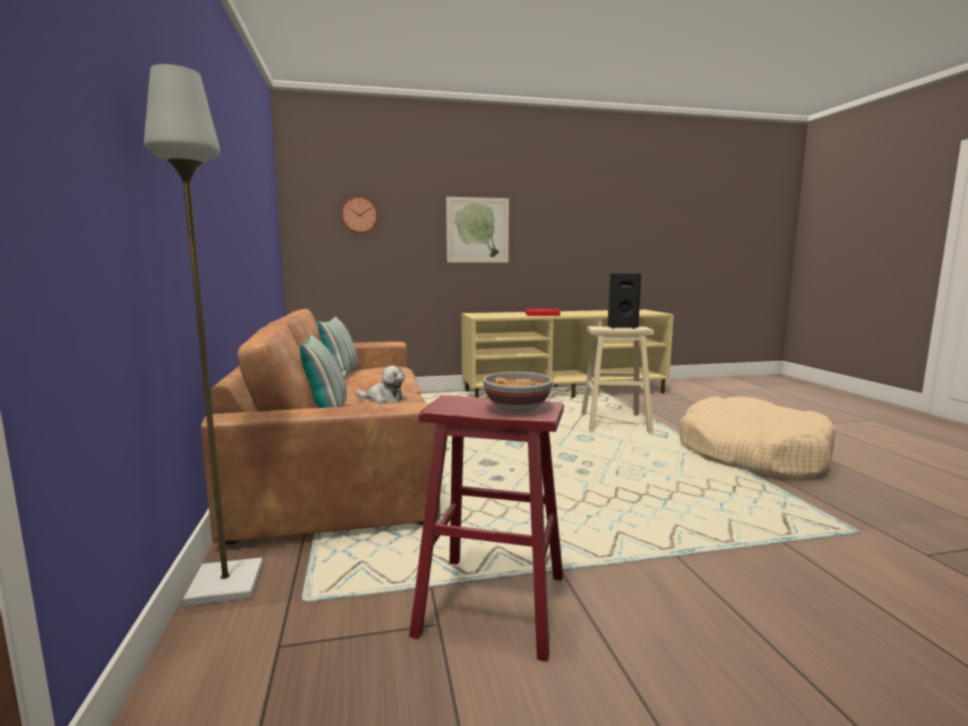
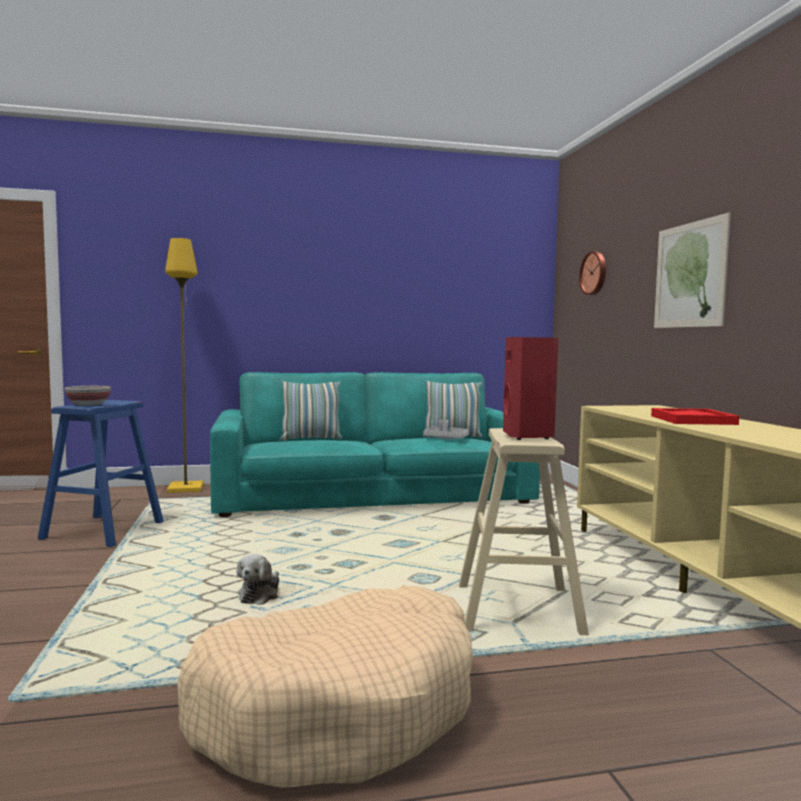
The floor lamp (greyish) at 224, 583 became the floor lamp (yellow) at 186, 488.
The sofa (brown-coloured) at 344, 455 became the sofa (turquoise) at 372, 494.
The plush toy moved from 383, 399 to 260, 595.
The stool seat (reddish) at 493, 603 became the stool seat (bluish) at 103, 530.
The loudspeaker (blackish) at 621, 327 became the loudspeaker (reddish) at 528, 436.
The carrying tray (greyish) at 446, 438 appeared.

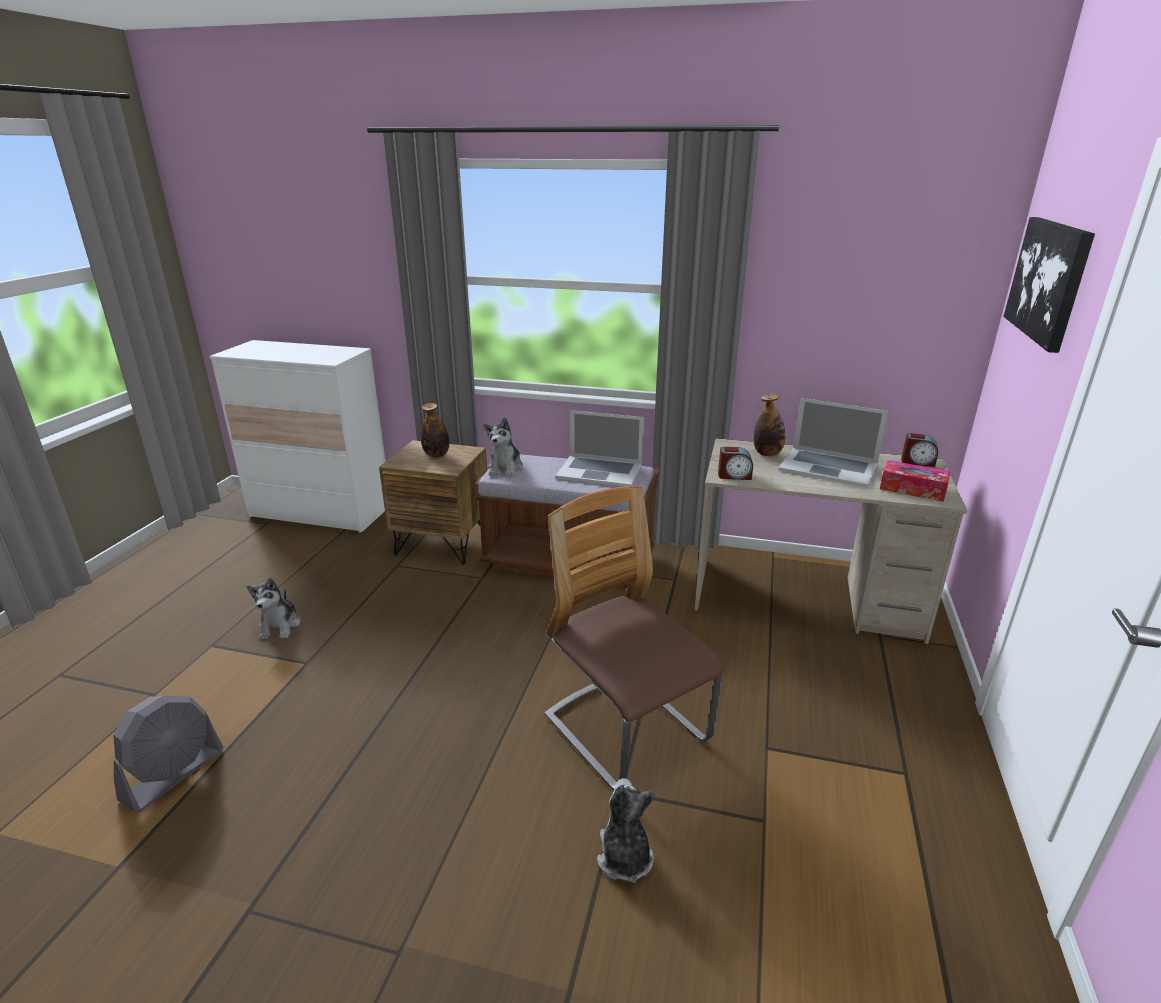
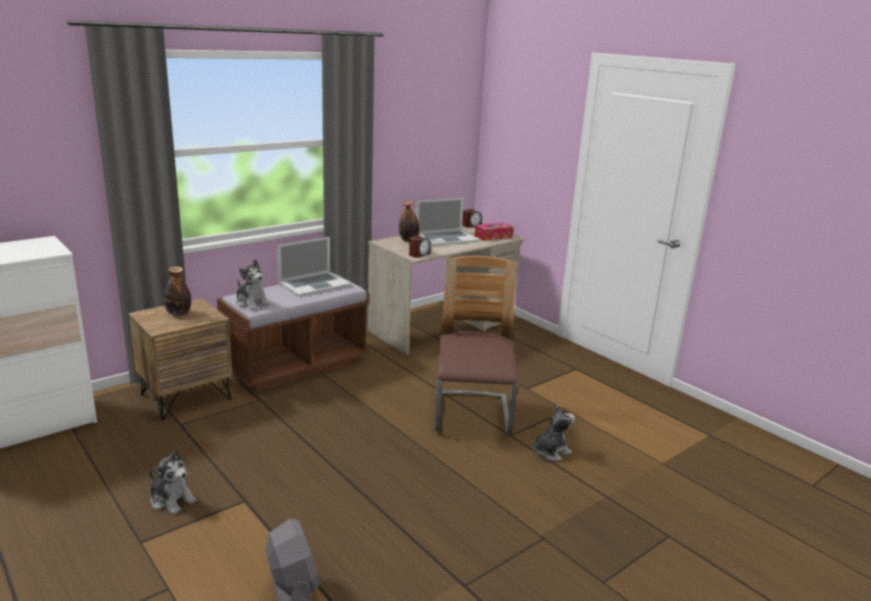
The upright chair at 626, 730 turned 90 degrees clockwise.
The plush toy at 624, 857 turned 120 degrees clockwise.
The wall art at 1048, 280 disappeared.

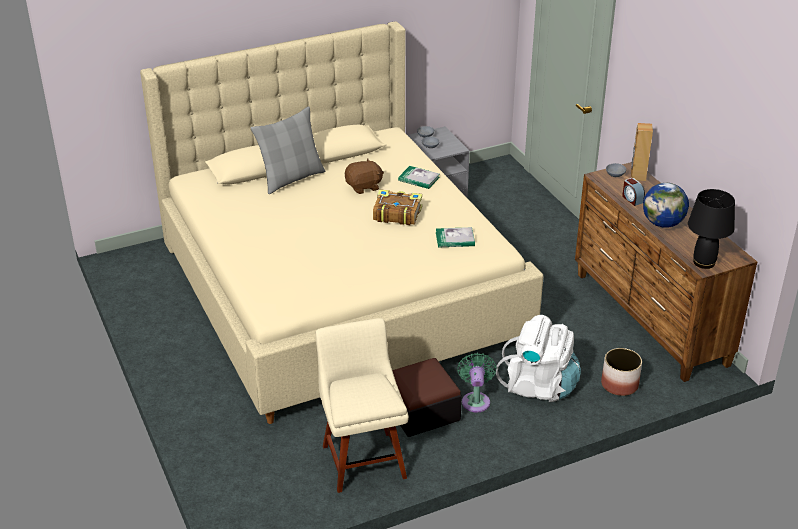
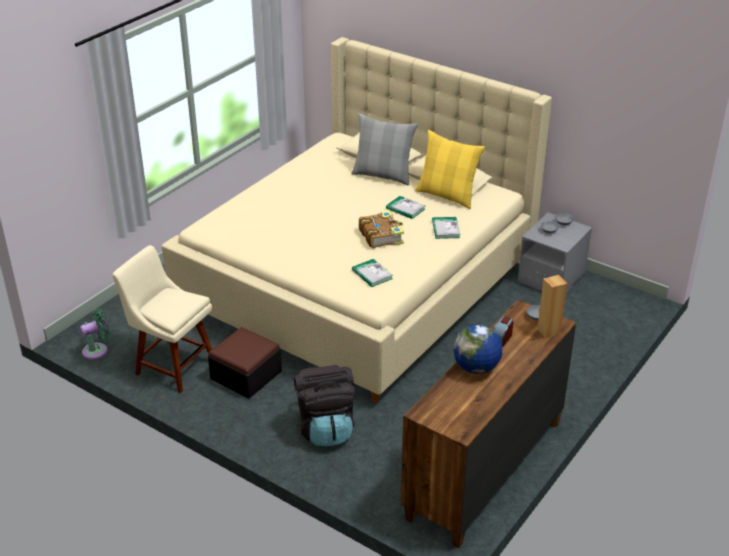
The upright chair (sand-coloured) at 363, 458 turned 105 degrees counterclockwise.
The plush toy (brown-coloured) at 364, 187 was replaced by the book at 405, 209.
The cooling fan (greenish) moved from 476, 400 to 97, 350.
The rucksack (white) at 539, 386 became the rucksack (blackish) at 326, 428.
The planter at 620, 385 disappeared.
The tabletop lamp (blackish) at 703, 262 disappeared.
The cushion (yellow) at 447, 195 appeared.

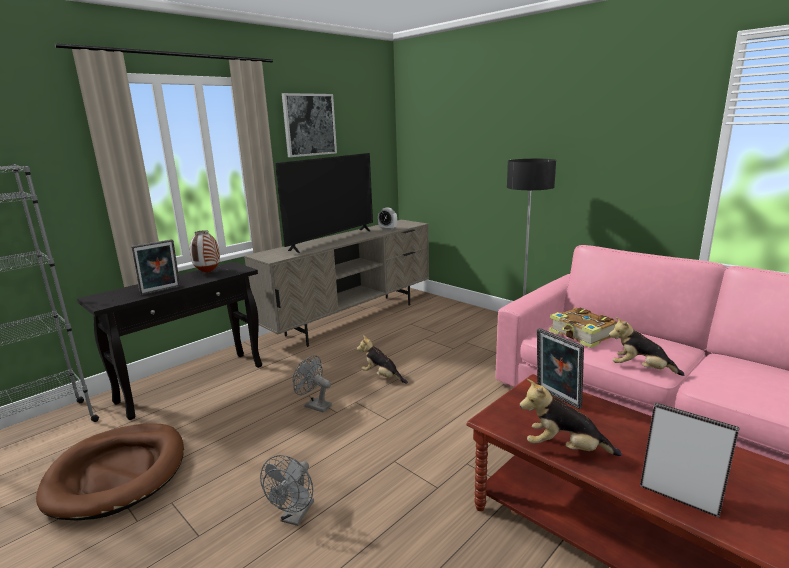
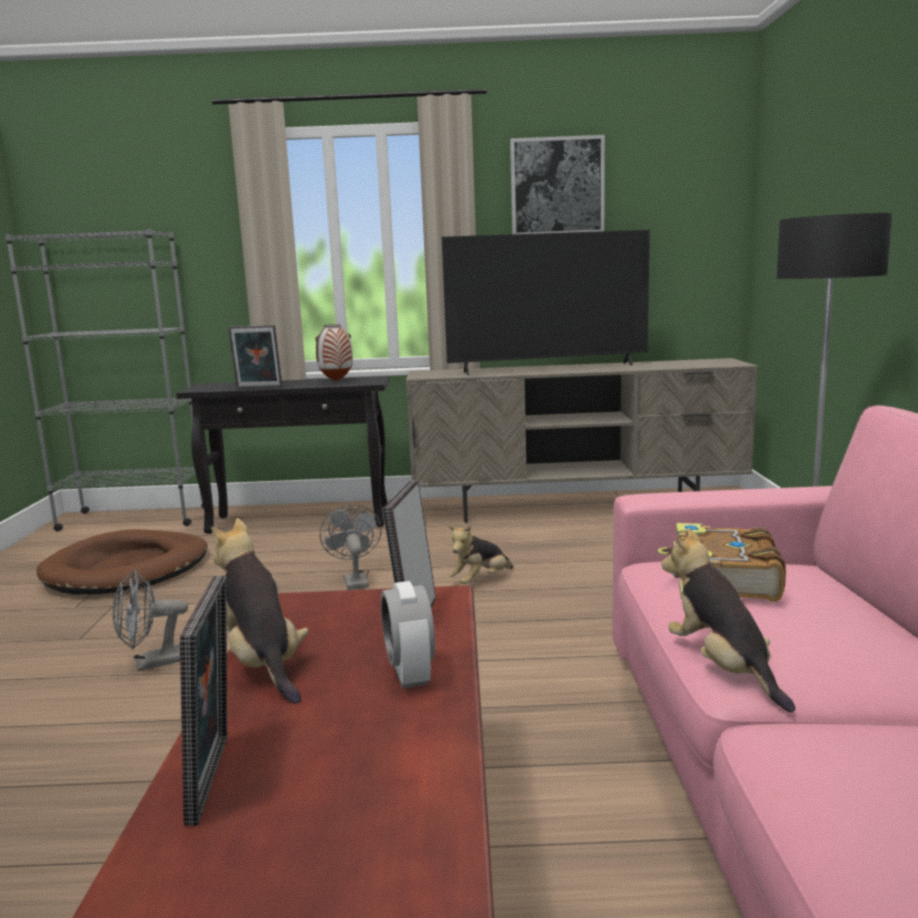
The plush toy at 382, 377 turned 120 degrees counterclockwise.
The table clock moved from 387, 229 to 410, 674.

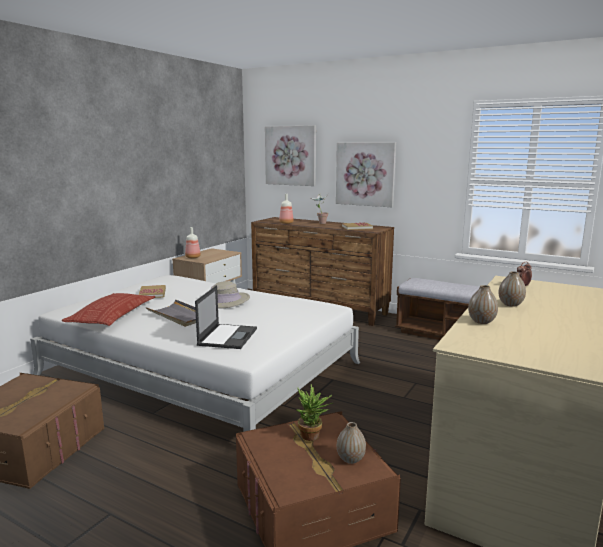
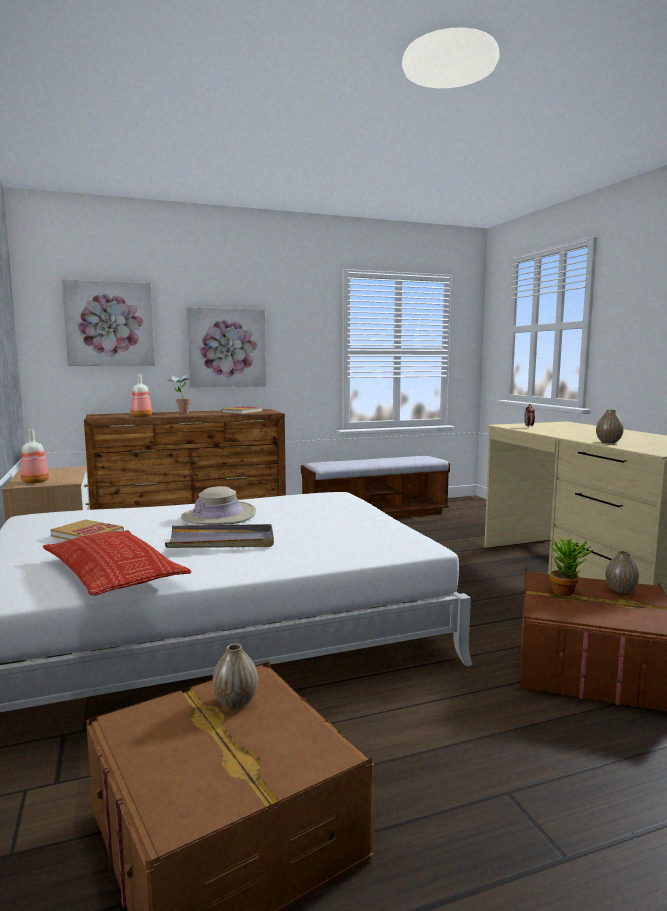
The laptop at 228, 336 disappeared.
The flower vase moved from 510, 304 to 235, 702.

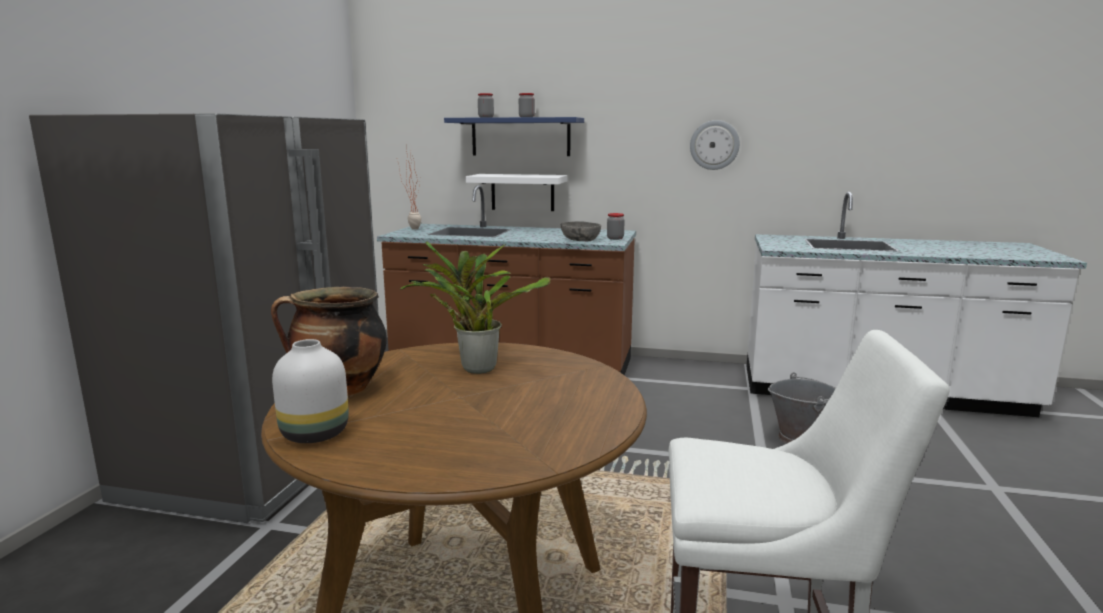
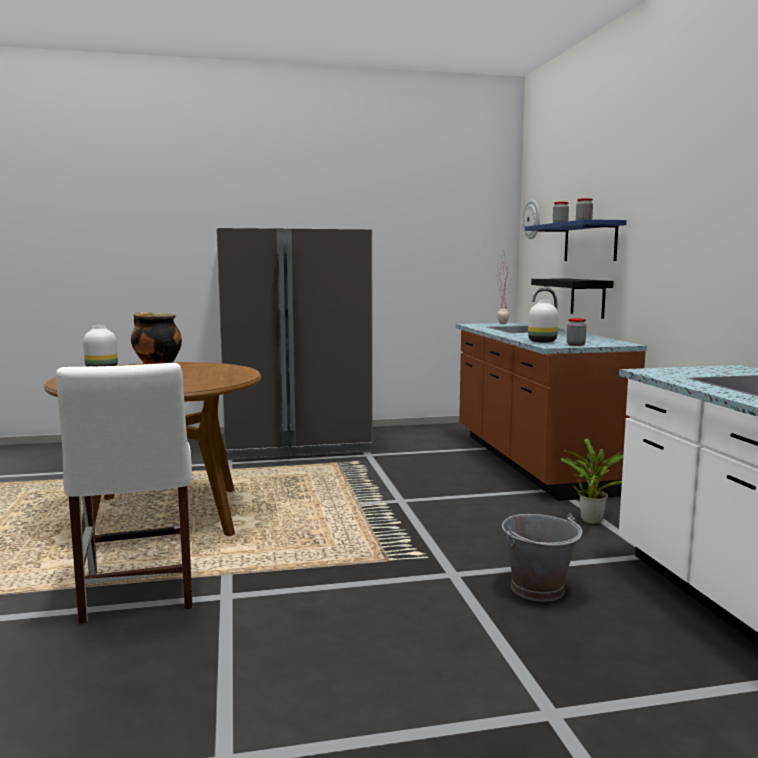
The potted plant moved from 475, 368 to 591, 520.
The shelf (white) at 522, 192 became the shelf (blackish) at 588, 297.
The deep dish (greyish) at 580, 240 was replaced by the flower vase (white) at 542, 342.
The clock on the wall moved from 714, 145 to 532, 219.

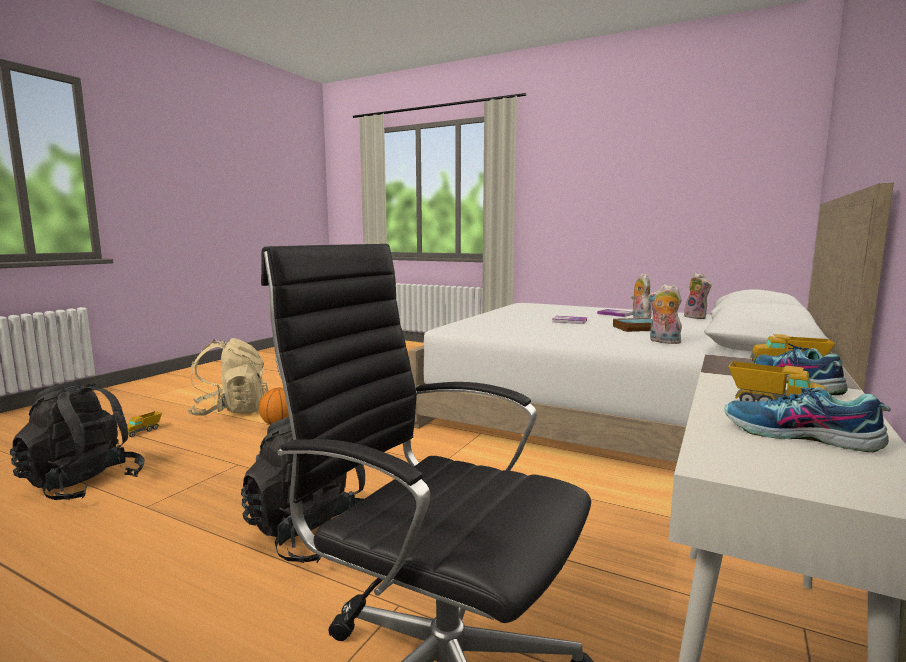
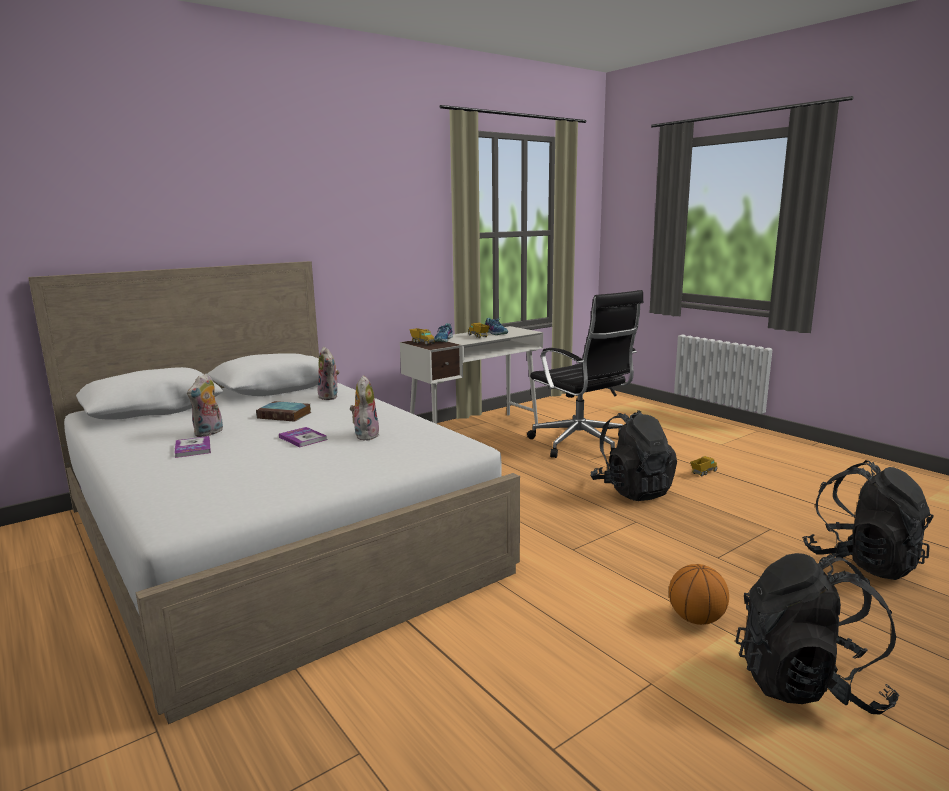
The toy lorry moved from 143, 431 to 703, 473.
The rucksack (sand-coloured) at 230, 411 became the rucksack (blackish) at 808, 684.
The plush toy moved from 696, 317 to 365, 435.

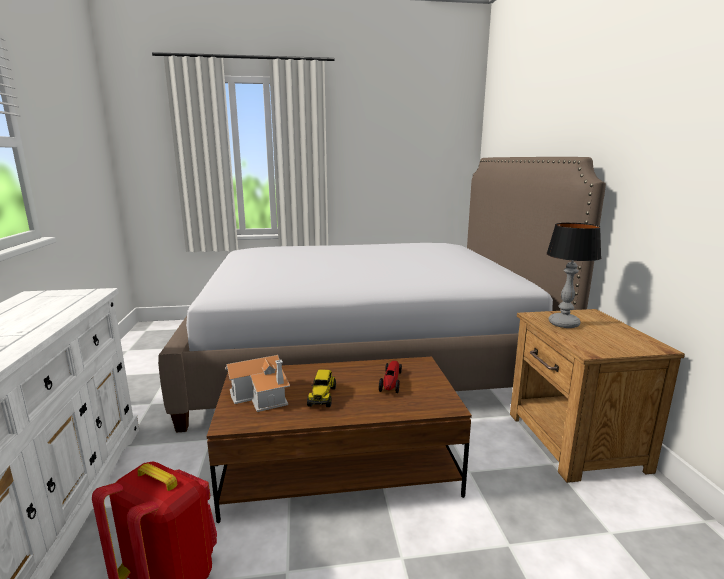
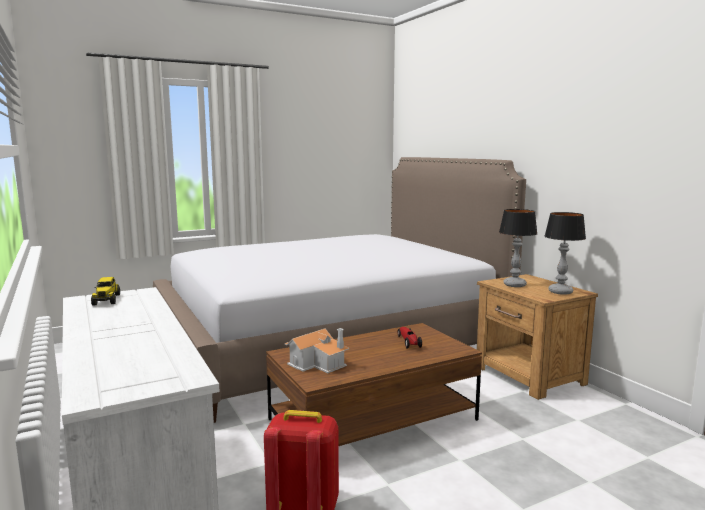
The toy lorry moved from 322, 396 to 106, 300.
The tabletop lamp at 561, 292 appeared.

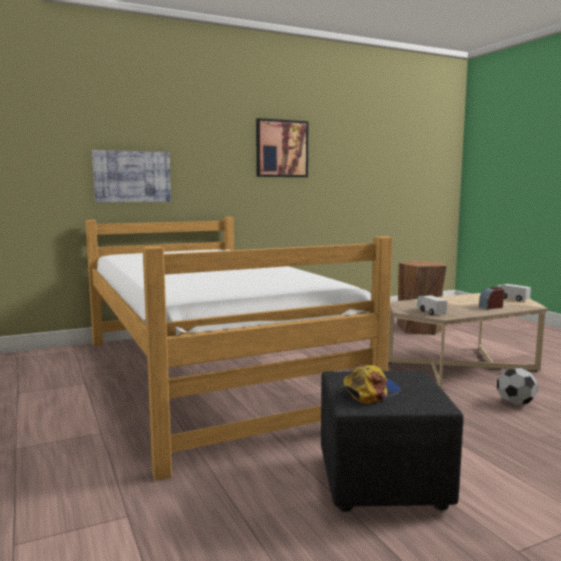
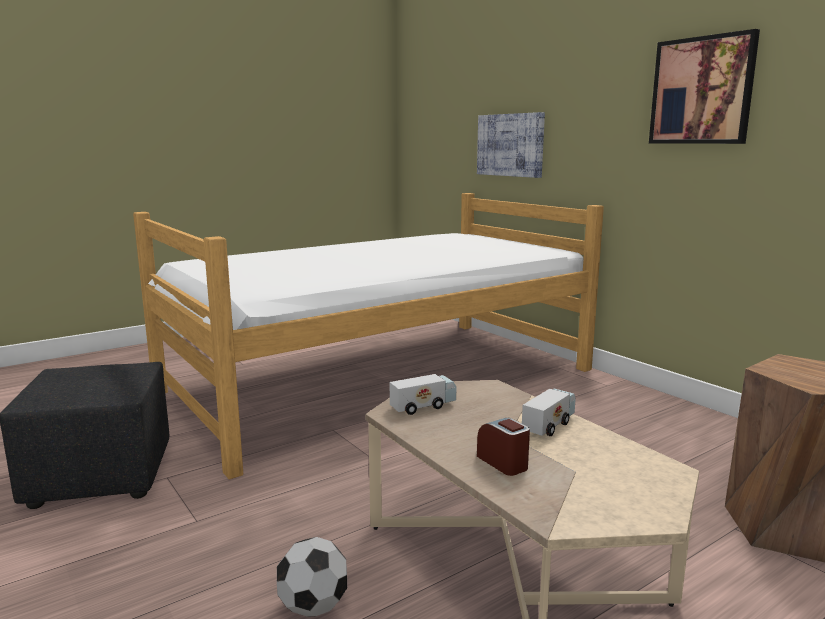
The baseball cap at 371, 392 disappeared.
The toy lorry moved from 511, 298 to 548, 424.

